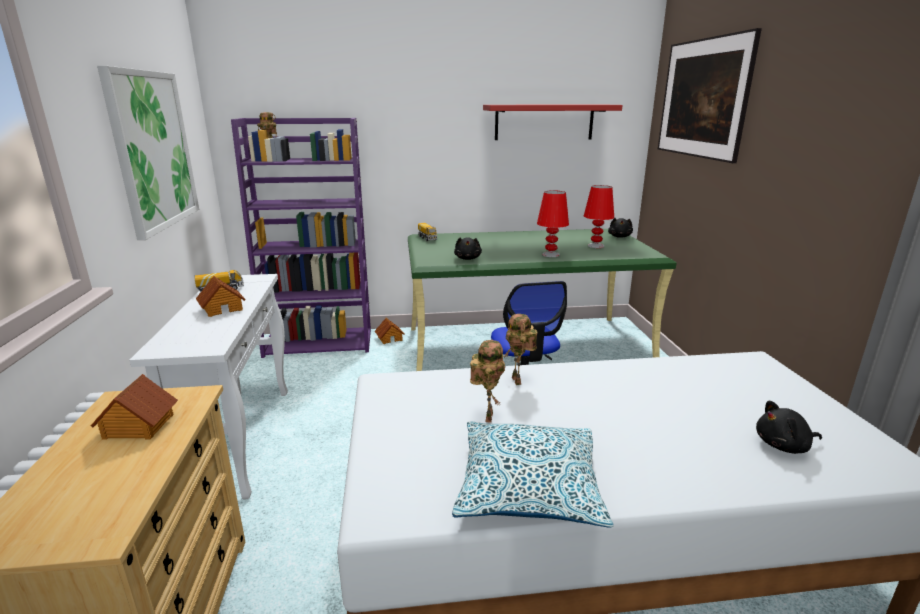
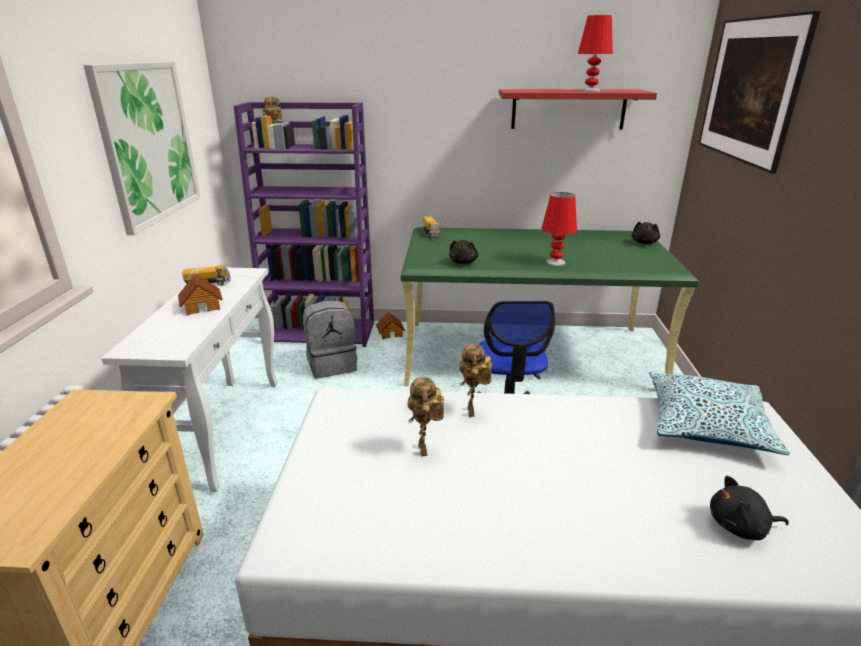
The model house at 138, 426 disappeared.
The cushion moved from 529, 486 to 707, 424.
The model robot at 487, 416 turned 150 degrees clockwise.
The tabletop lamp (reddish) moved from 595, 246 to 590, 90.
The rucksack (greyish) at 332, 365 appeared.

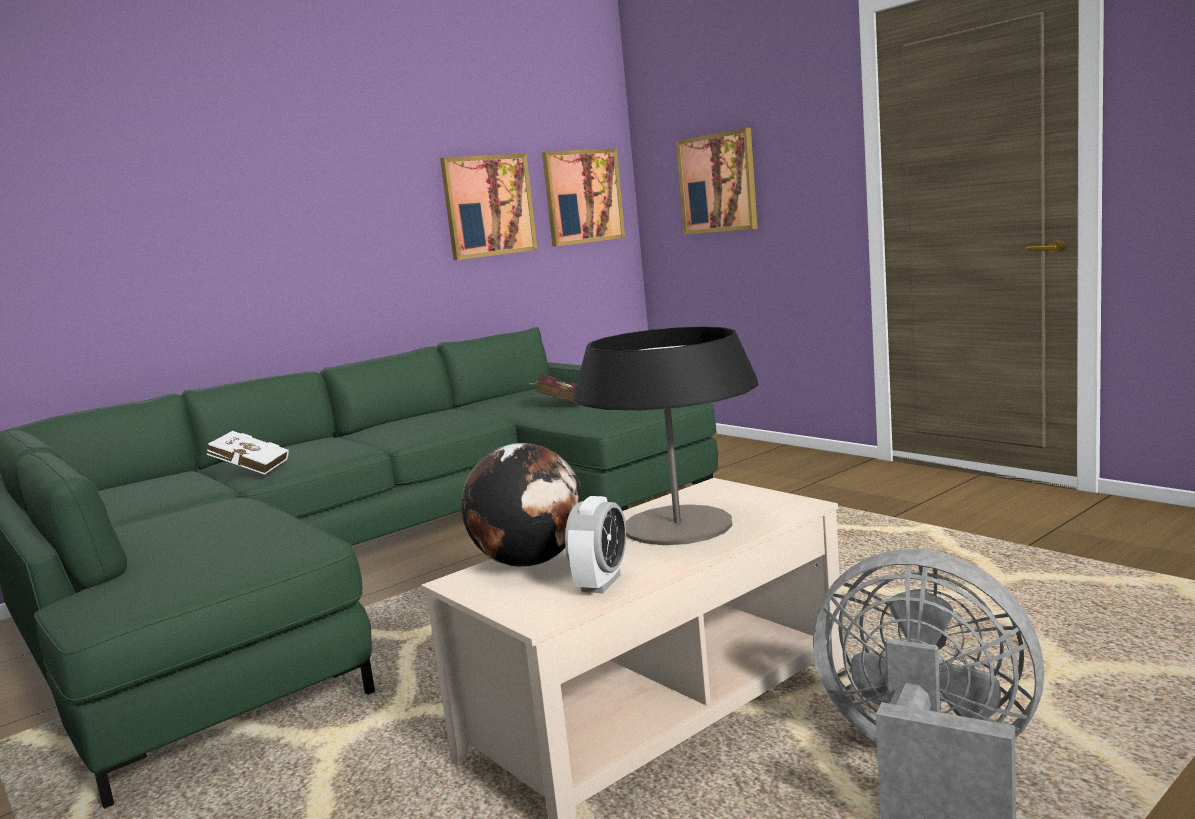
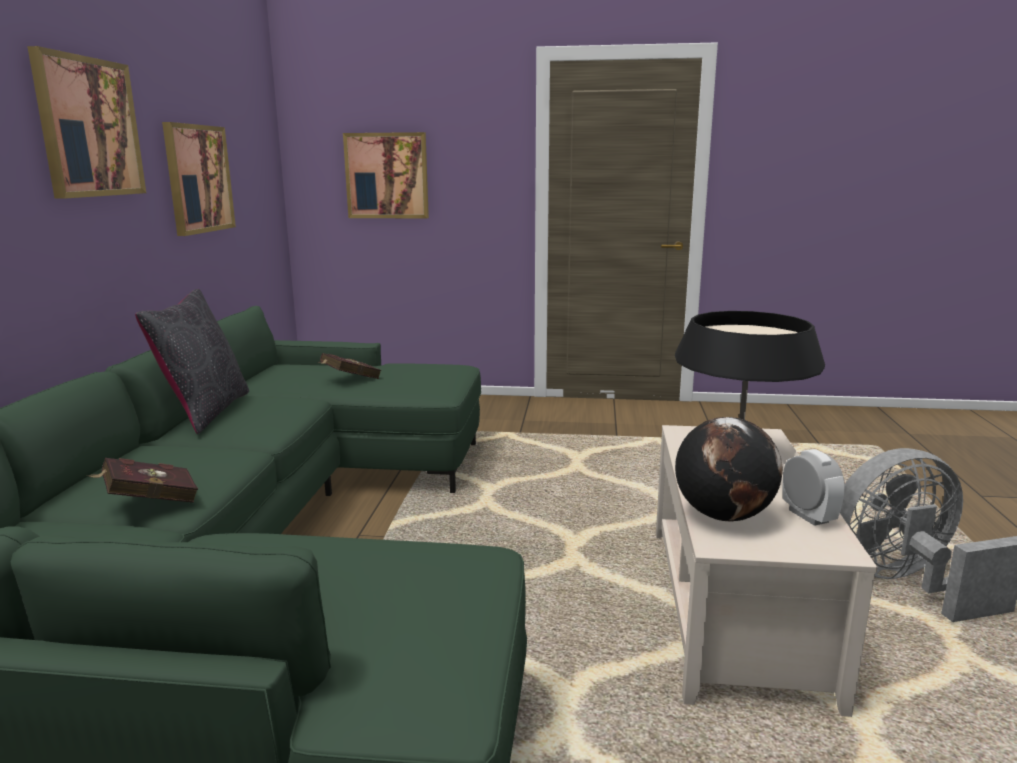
The book (white) at 249, 469 became the book (reddish) at 148, 501.
The wall art moved from 583, 196 to 88, 127.
The cushion (blackish) at 205, 411 appeared.

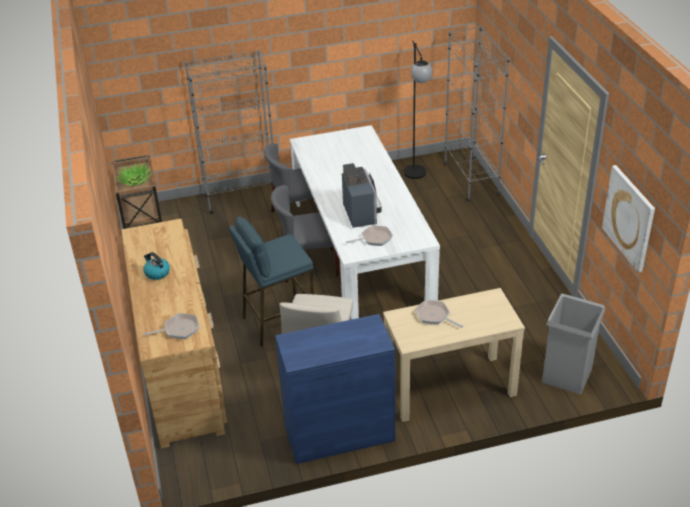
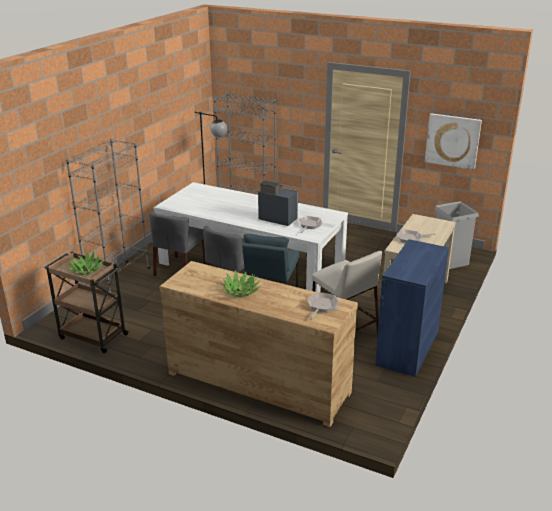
The kettle at 157, 273 was replaced by the potted plant at 241, 291.

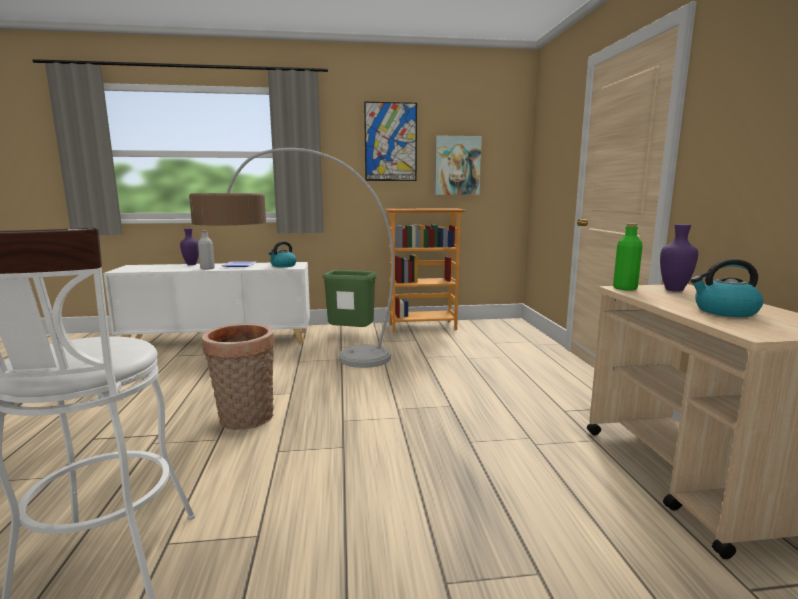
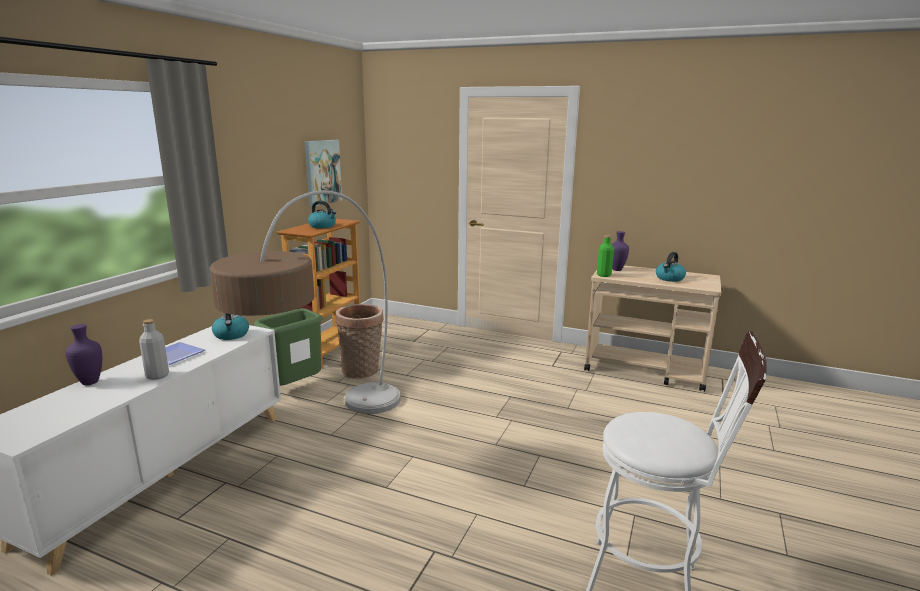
The household basket moved from 245, 420 to 362, 371.
The wall art at 390, 142 disappeared.
The kettle at 323, 226 appeared.

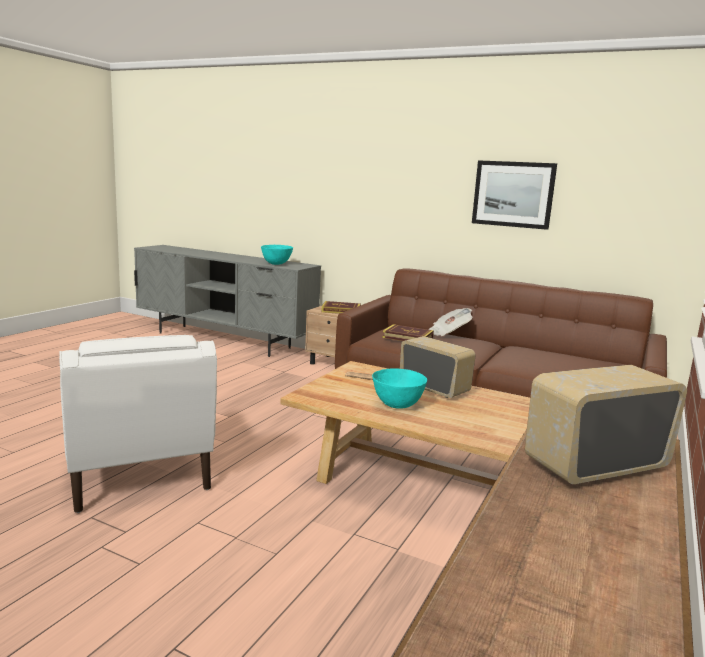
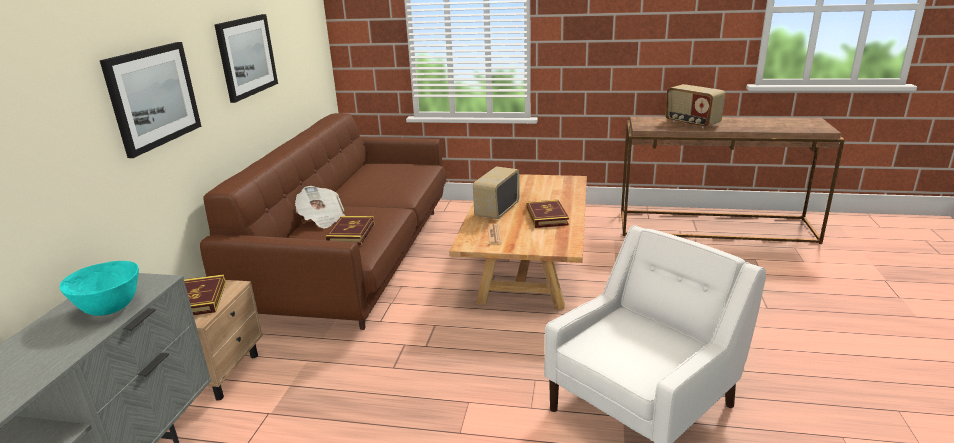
The deep dish (turquoise) at 397, 405 was replaced by the book at 547, 217.
The wall art at 153, 97 appeared.

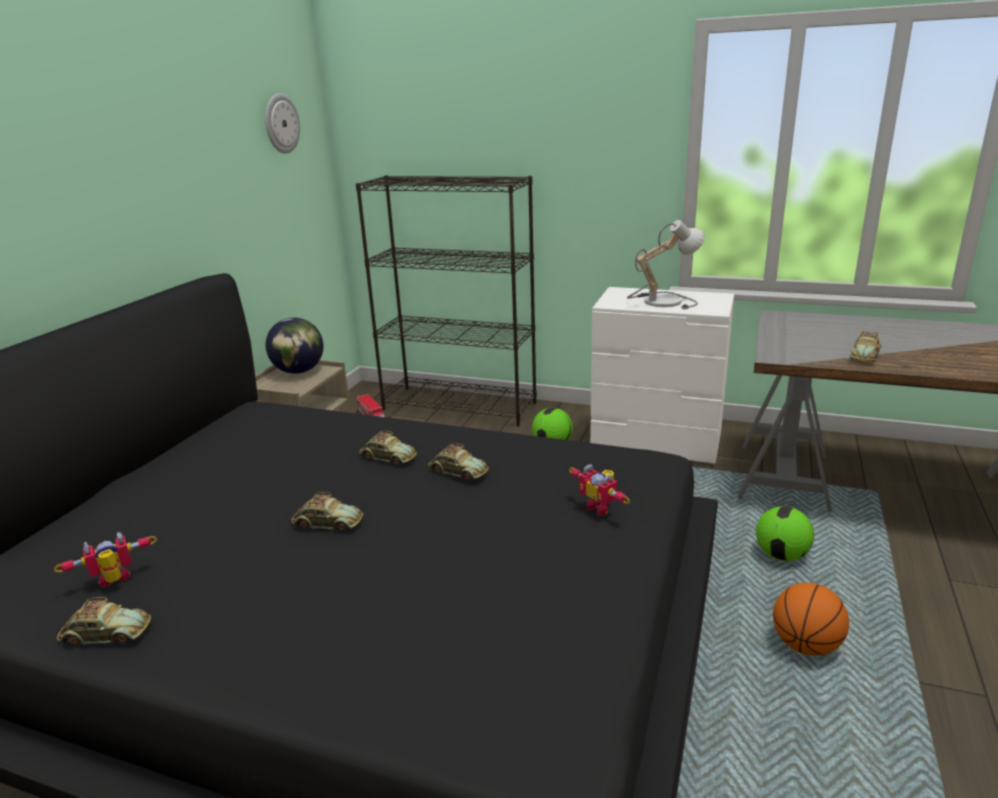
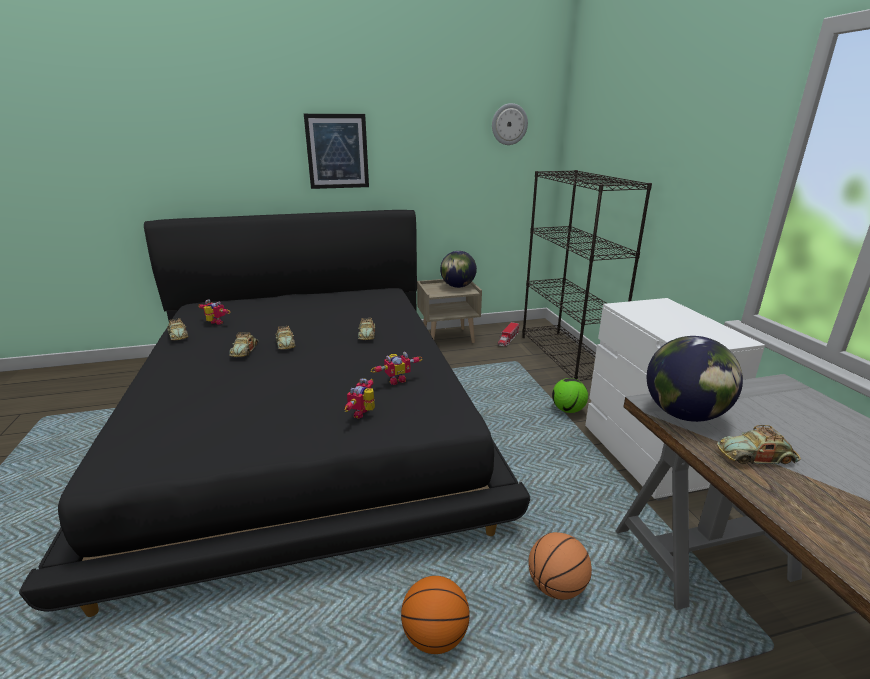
The model car moved from 458, 471 to 244, 350.
The tabletop lamp at 662, 300 disappeared.
The football at 781, 555 was replaced by the basketball at 556, 586.
The wall art at 337, 151 appeared.
The model robot at 396, 380 appeared.
The globe at 684, 415 appeared.

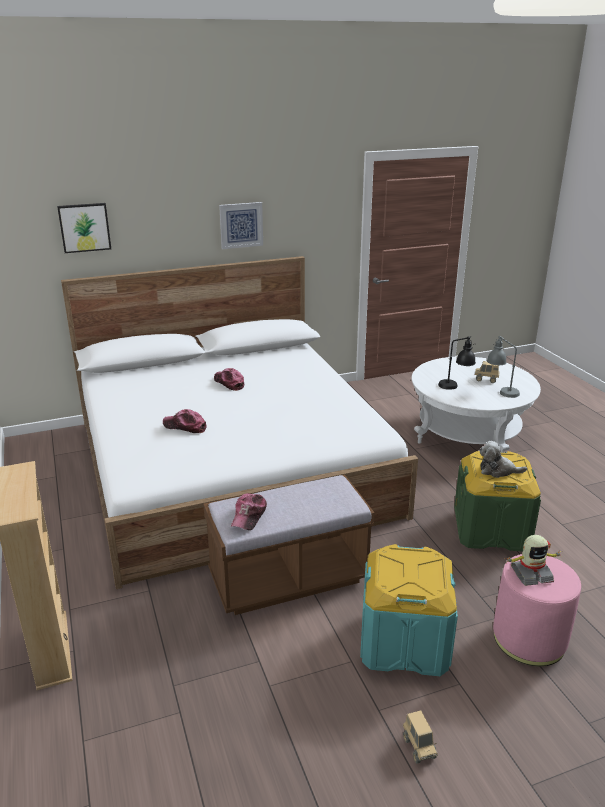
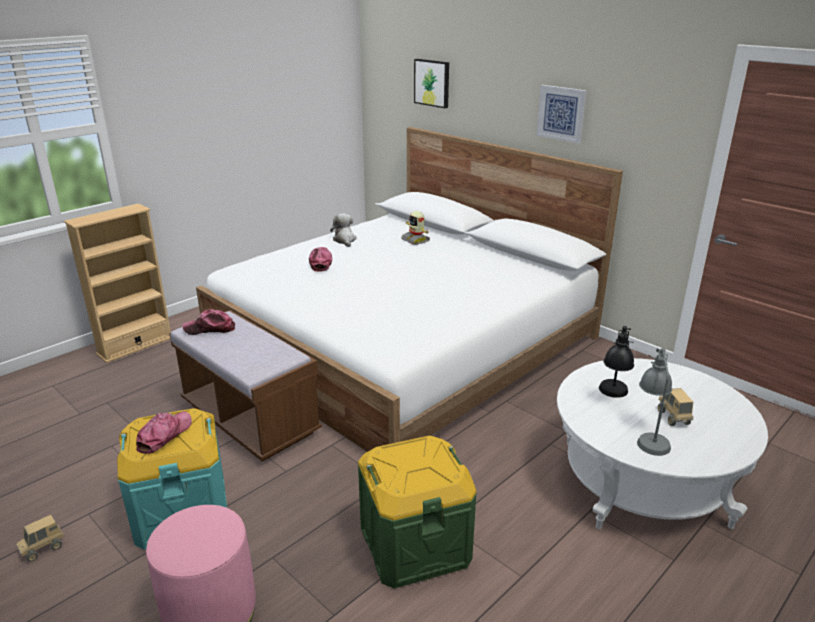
The baseball cap moved from 229, 383 to 164, 435.
The plush toy moved from 498, 470 to 344, 240.
The model robot moved from 531, 574 to 416, 240.

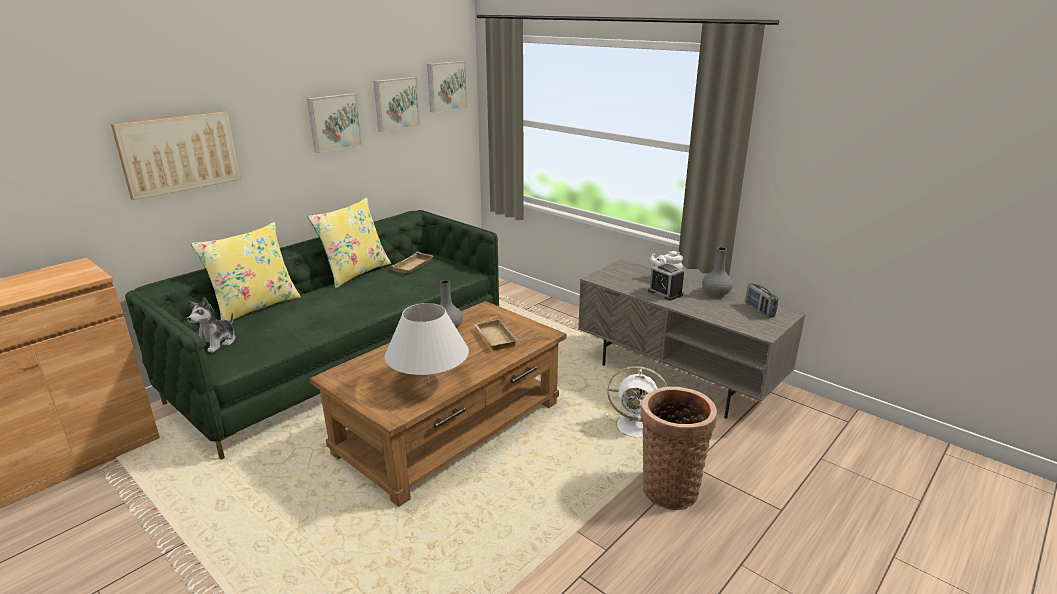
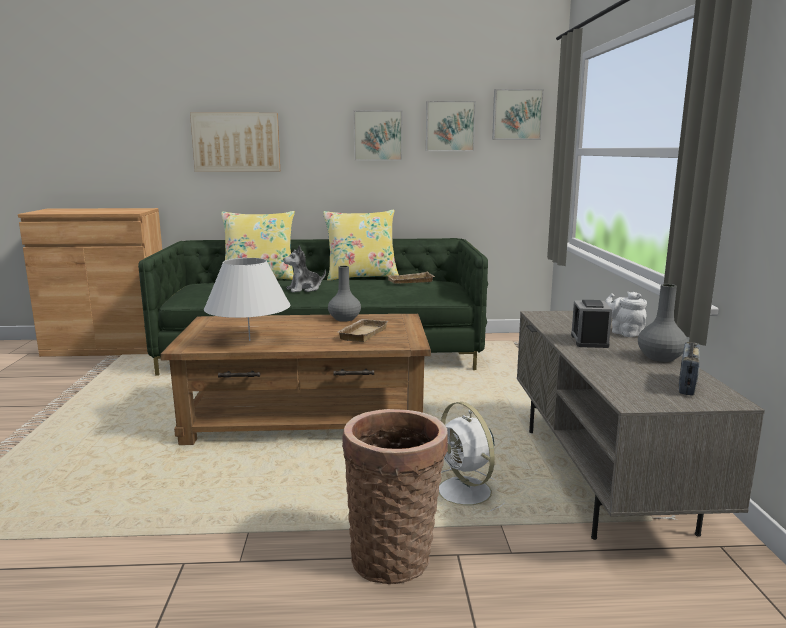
The plush toy moved from 217, 342 to 304, 289.

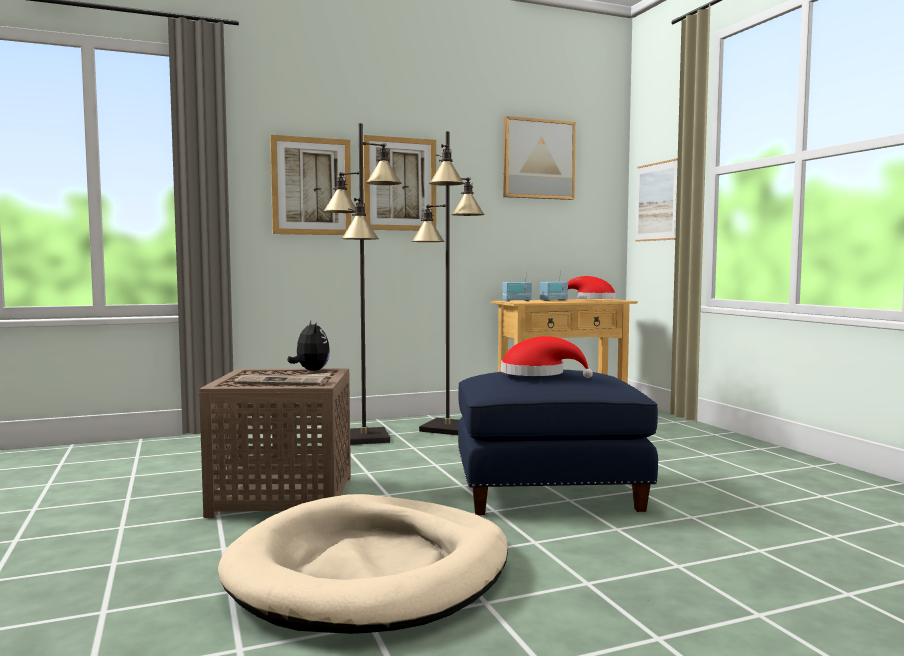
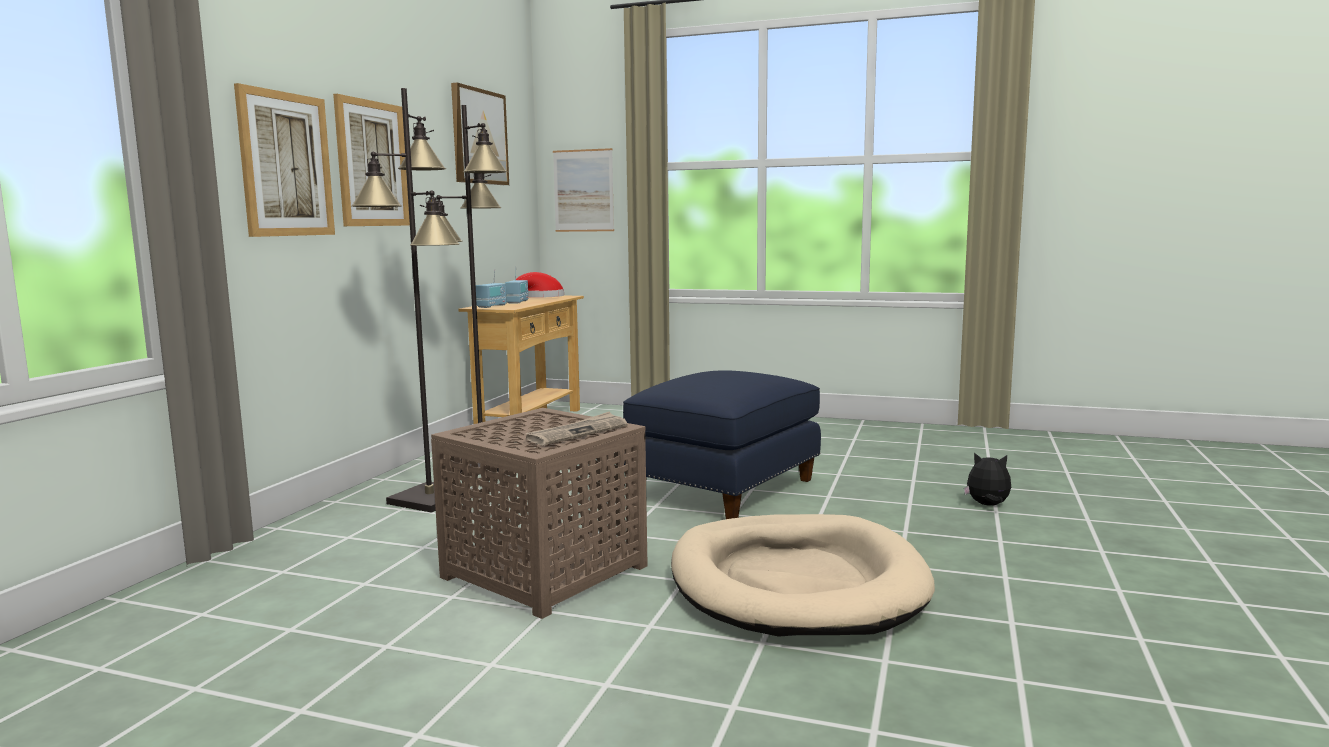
The plush toy moved from 310, 370 to 987, 505.
The hat (reddish) at 538, 374 disappeared.

